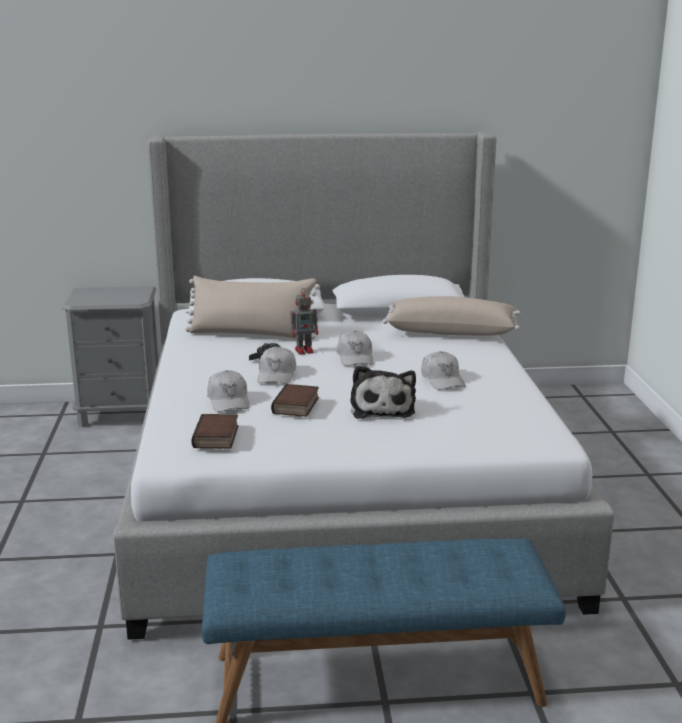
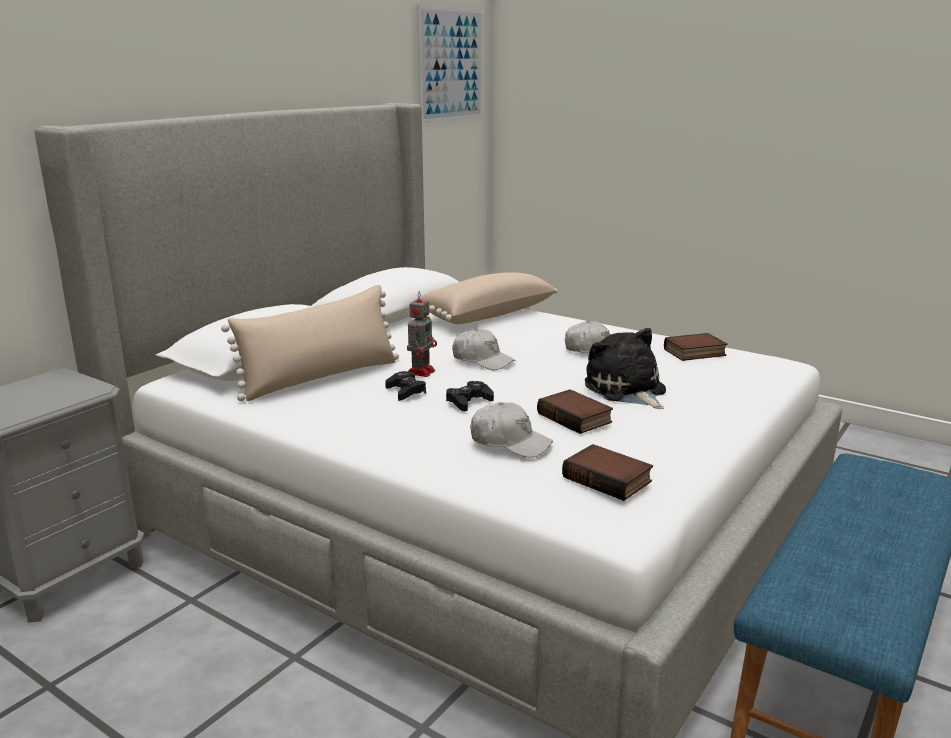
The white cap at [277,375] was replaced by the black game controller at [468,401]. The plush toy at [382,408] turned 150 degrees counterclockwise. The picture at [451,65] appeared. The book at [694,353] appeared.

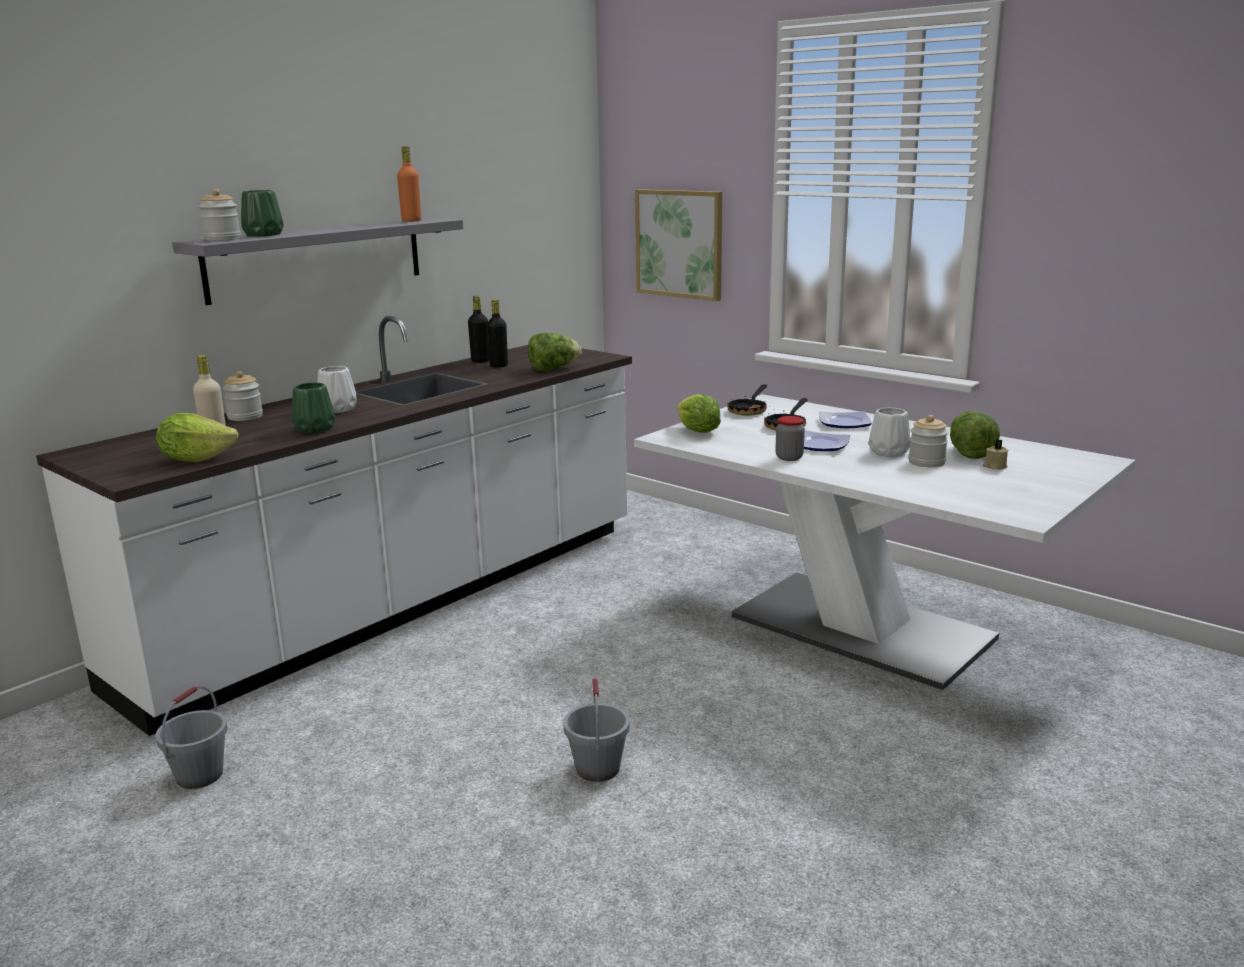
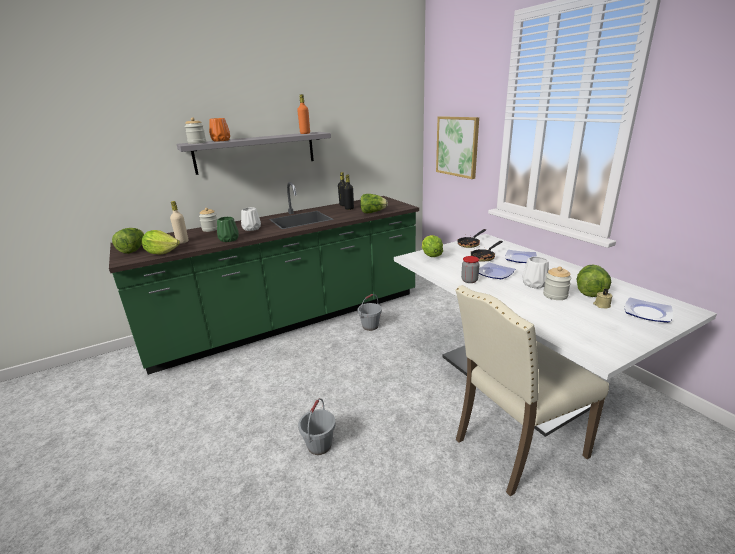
The white counter at [401,603] became the green counter at [291,320]. The grey bucket moved from [199,775] to [370,326]. The green vase at [264,235] became the orange vase at [221,140]. The lettuce at [133,250] appeared. The beige chair at [515,446] appeared. The plate at [646,312] appeared.

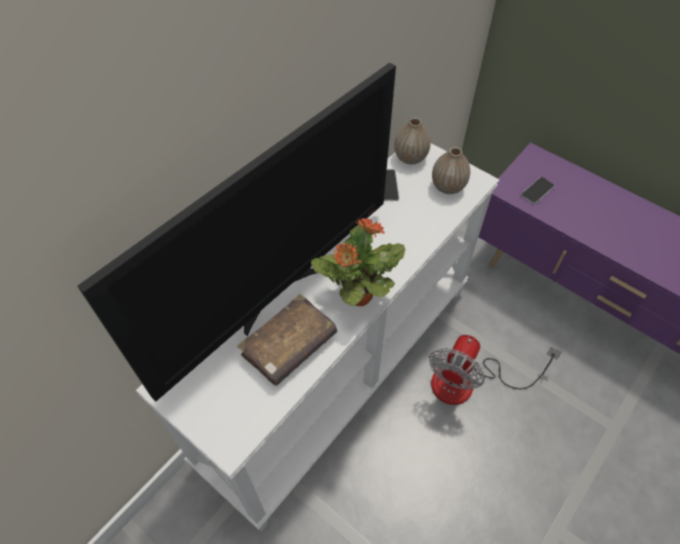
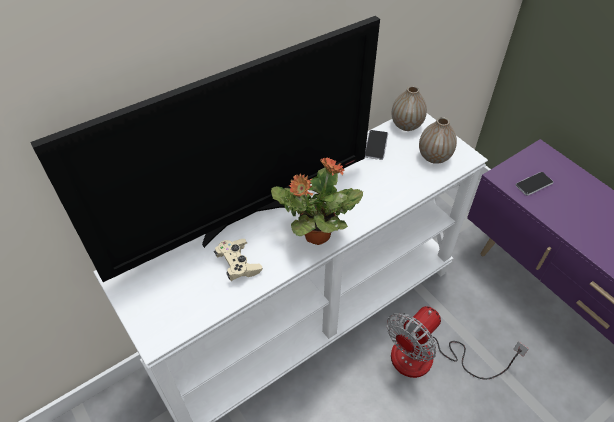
The brown book at [289,345] was replaced by the beige game controller at [238,264].

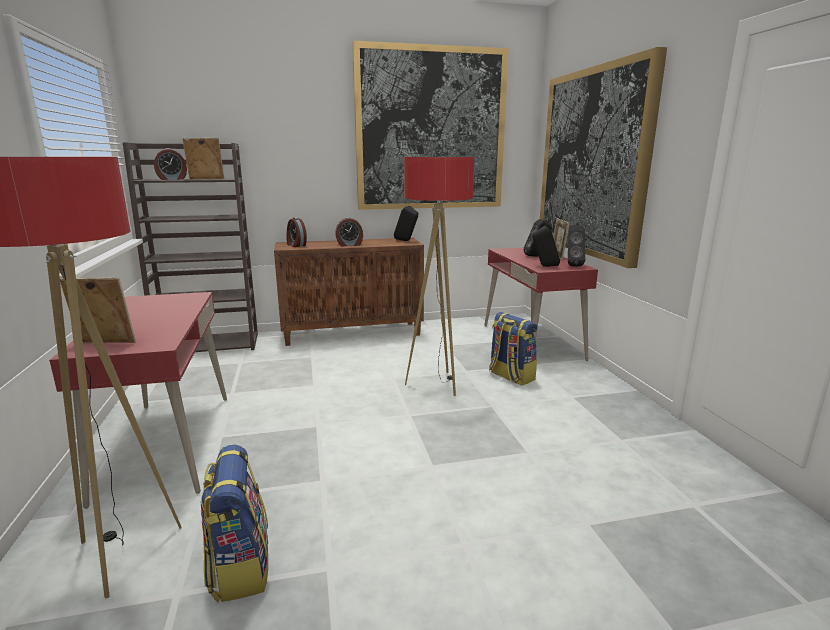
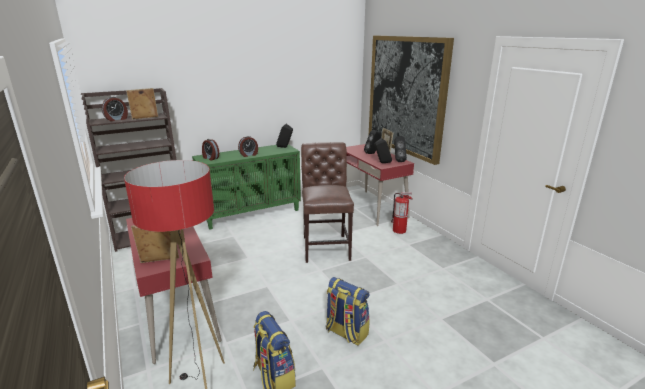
The brown cabinet at [353,333] became the green cabinet at [252,213]. The picture at [430,130] disappeared. The floor lamp at [436,384] was replaced by the brown chair at [326,246]. The backpack moved from [510,376] to [346,332]. The fire extinguisher at [399,230] appeared.

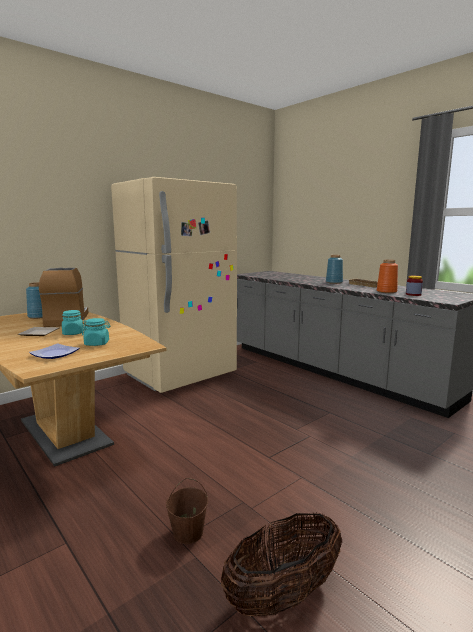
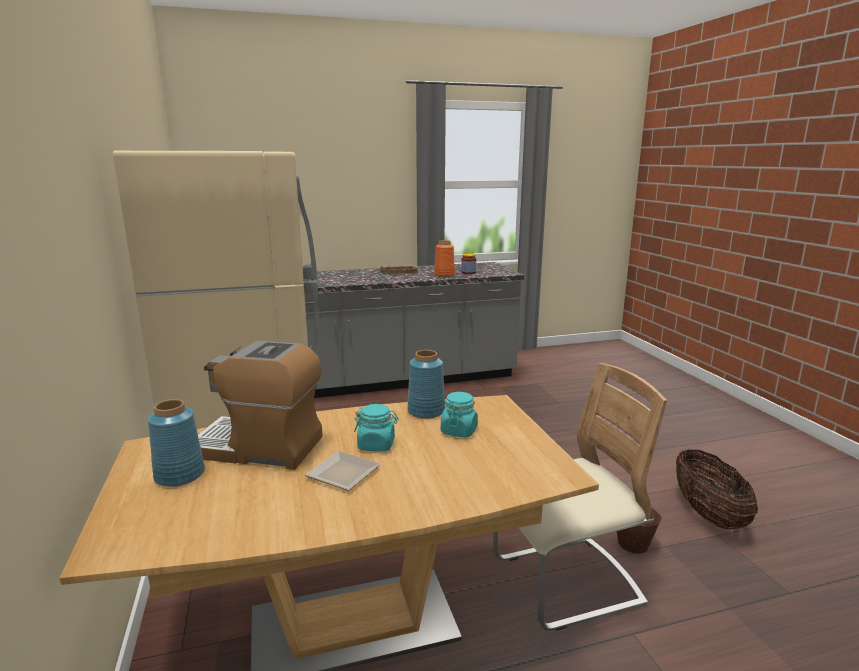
The plate at [56,354] disappeared. The blue vase moved from [334,282] to [426,411]. The beige chair at [566,582] appeared.

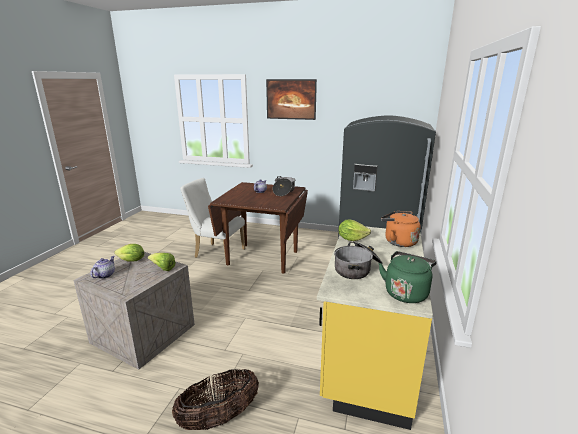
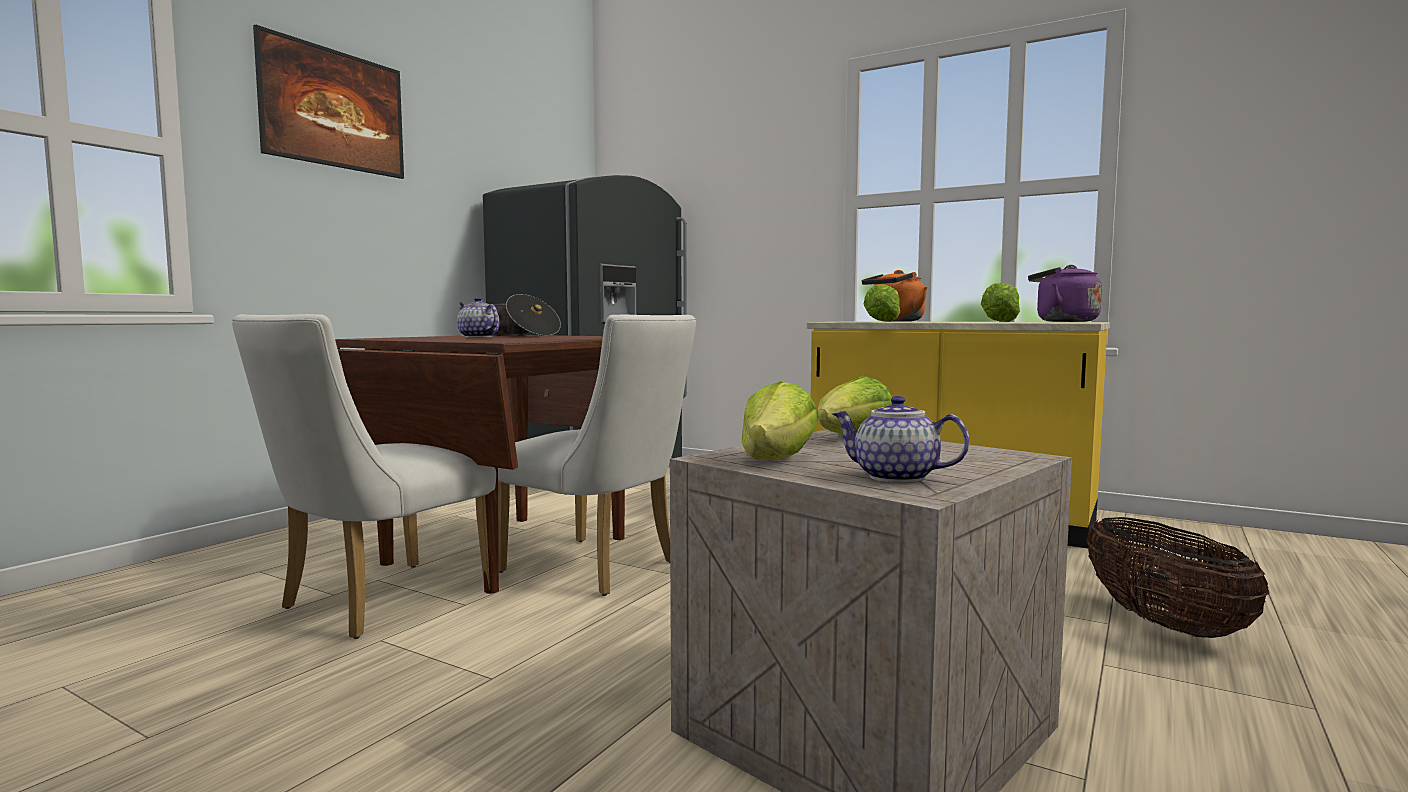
The cooking pot at [357,269] was replaced by the lettuce at [999,322]. The green kettle at [406,292] became the purple kettle at [1062,321]. The white chair at [600,569] appeared.

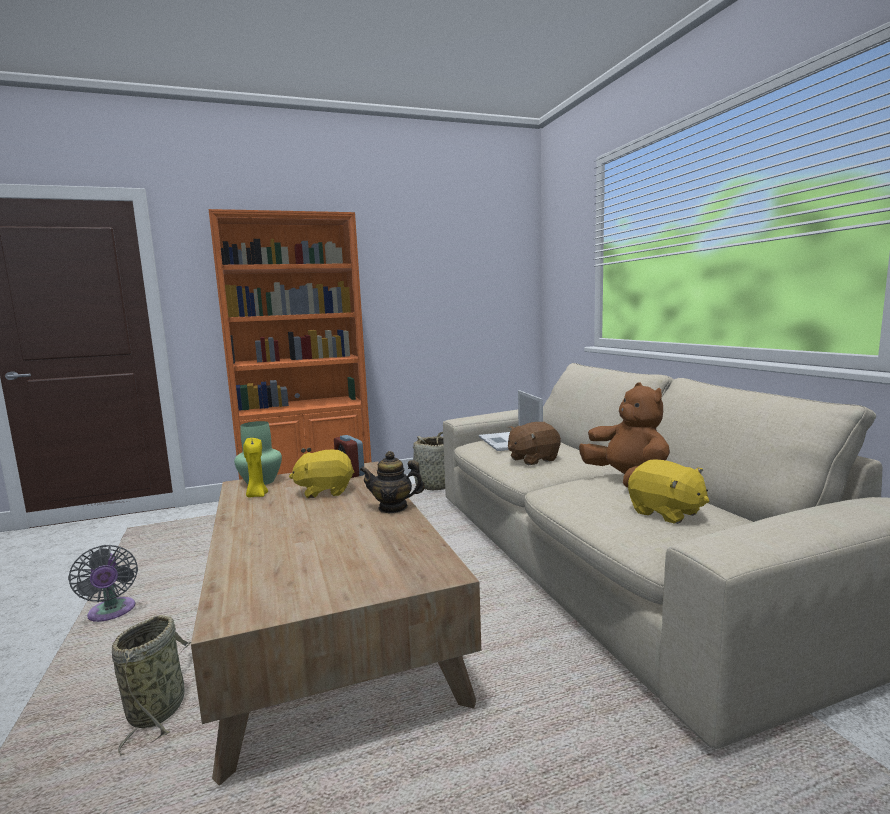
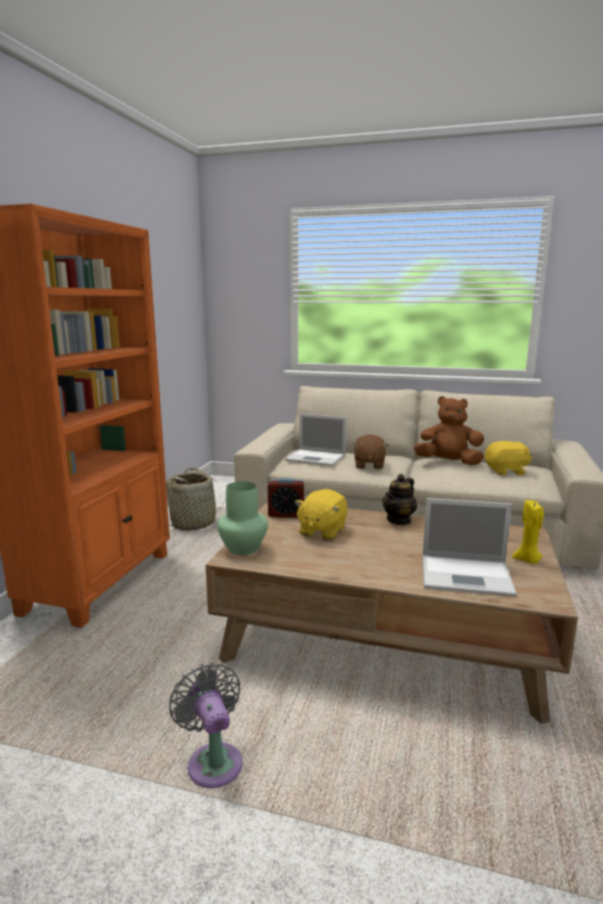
The grey fan at [111,613] turned 120 degrees counterclockwise. The basket at [159,708] disappeared. The yellow candle moved from [257,495] to [528,560]. The laptop at [468,575] appeared.

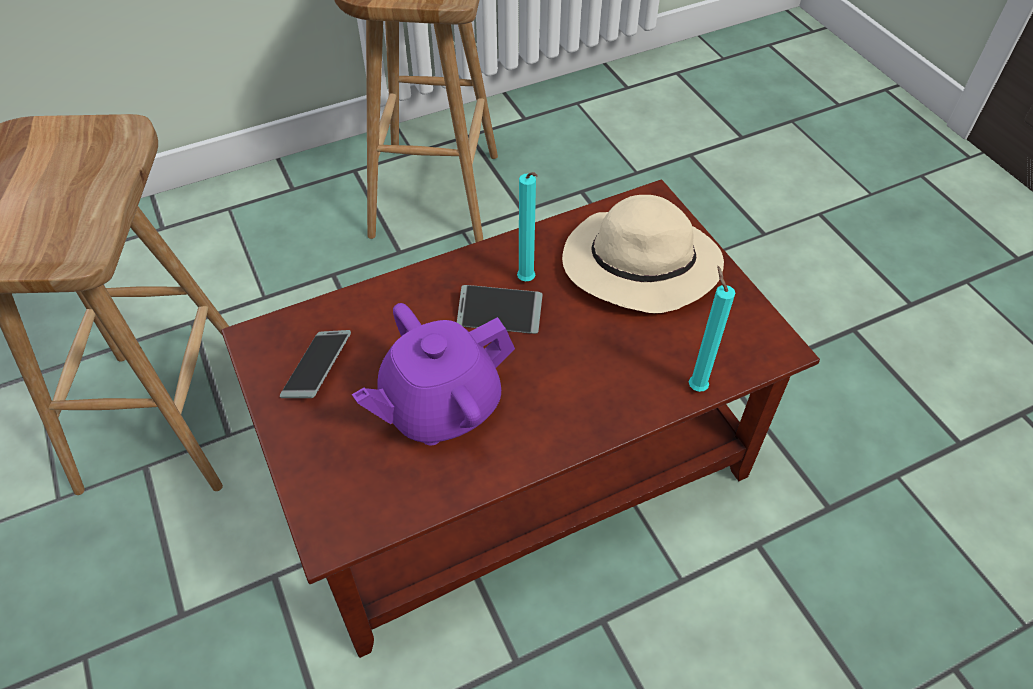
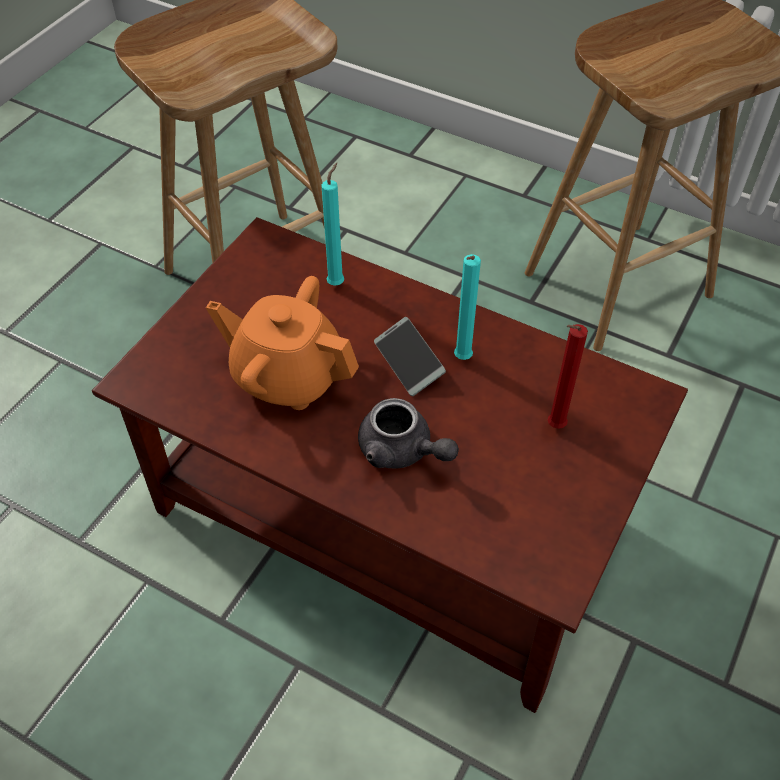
The phone at [317,369] disappeared. The purple teapot at [440,406] became the orange teapot at [288,376]. The beige hat at [637,267] was replaced by the red candle at [553,426]. The turquoise candle moved from [695,385] to [337,282]. The grey teapot at [402,451] appeared.

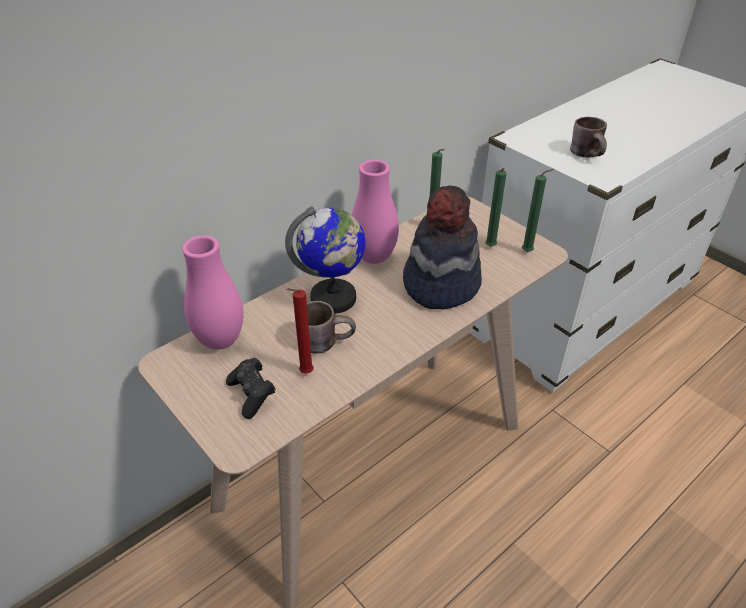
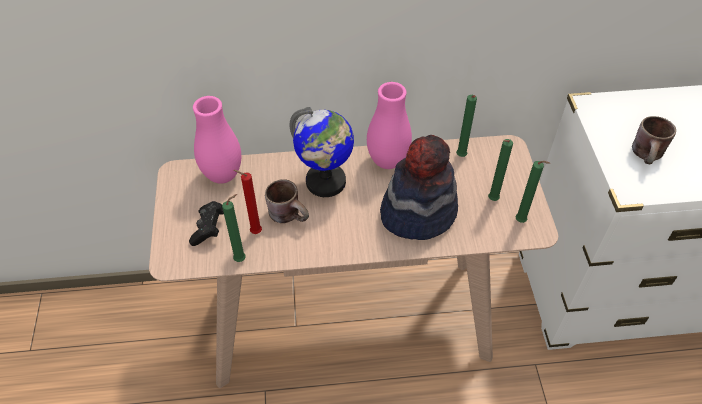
The green candle at [242,259] appeared.

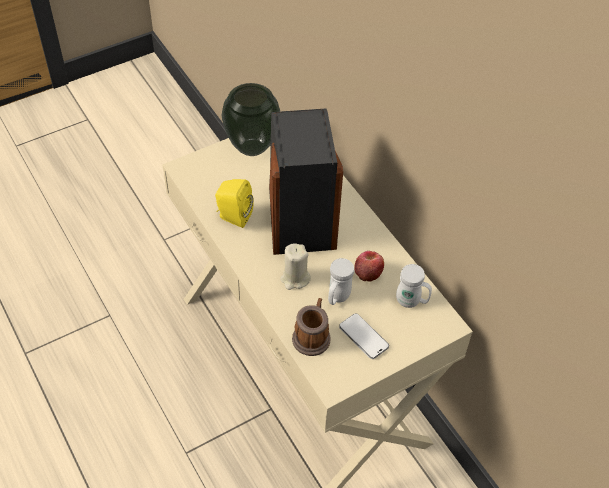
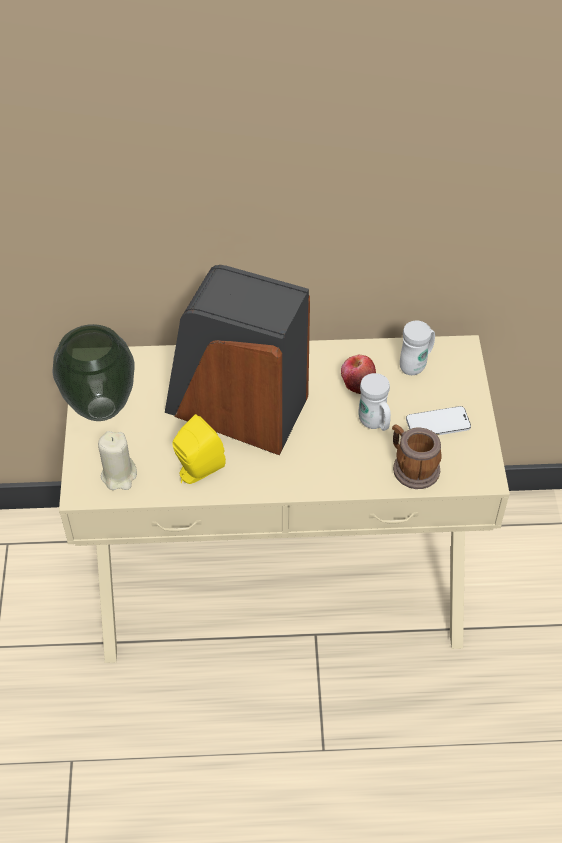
The beige candle moved from [295,278] to [119,475].

